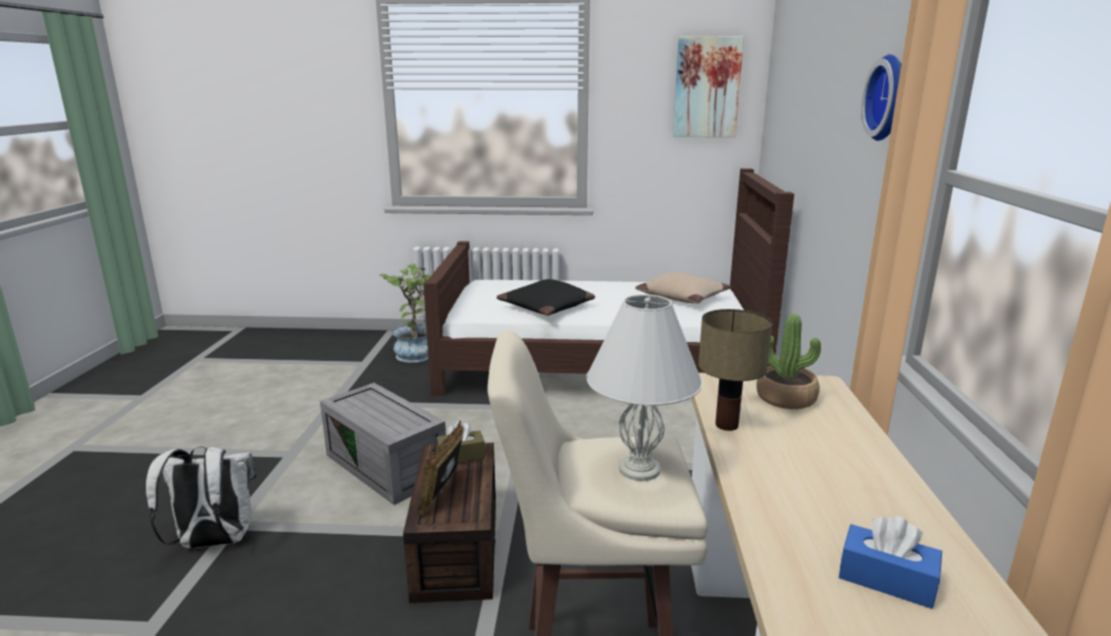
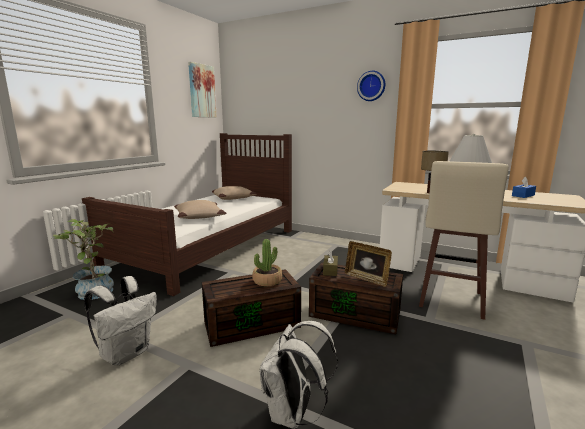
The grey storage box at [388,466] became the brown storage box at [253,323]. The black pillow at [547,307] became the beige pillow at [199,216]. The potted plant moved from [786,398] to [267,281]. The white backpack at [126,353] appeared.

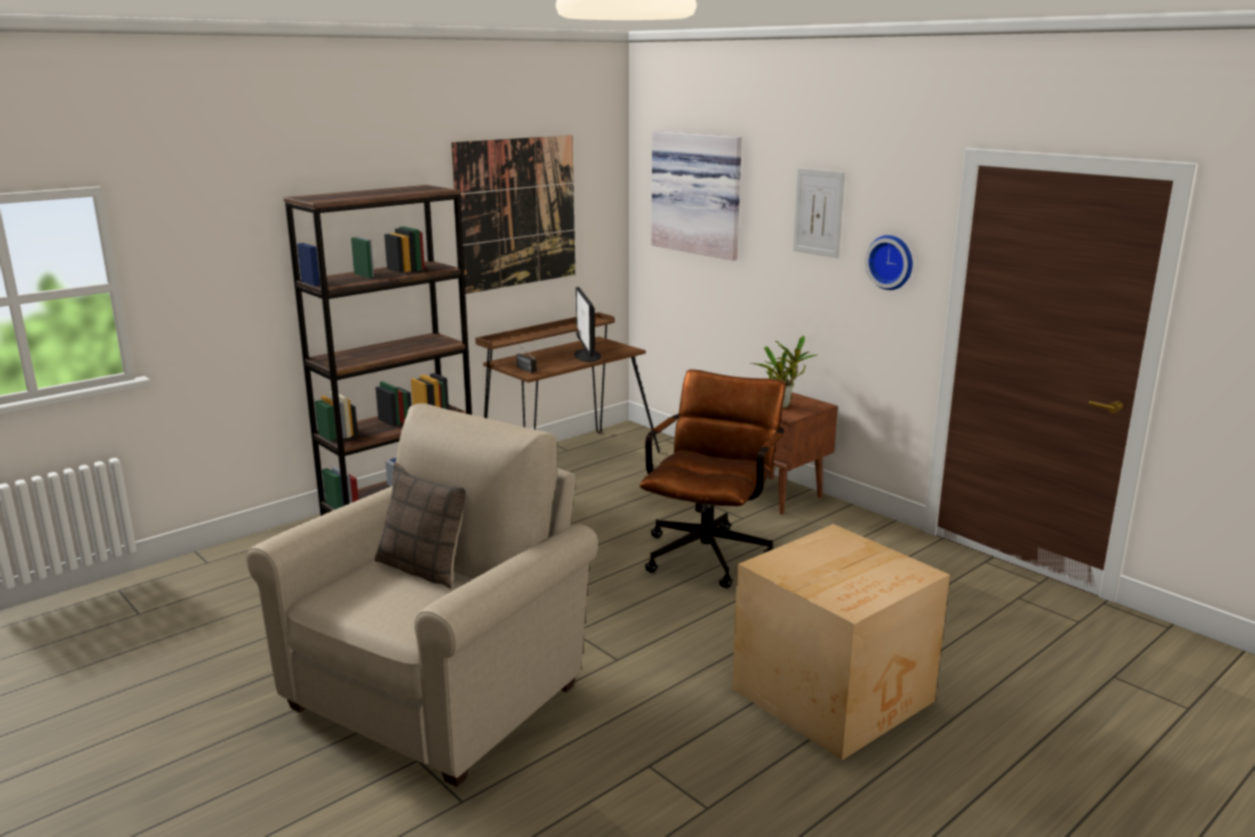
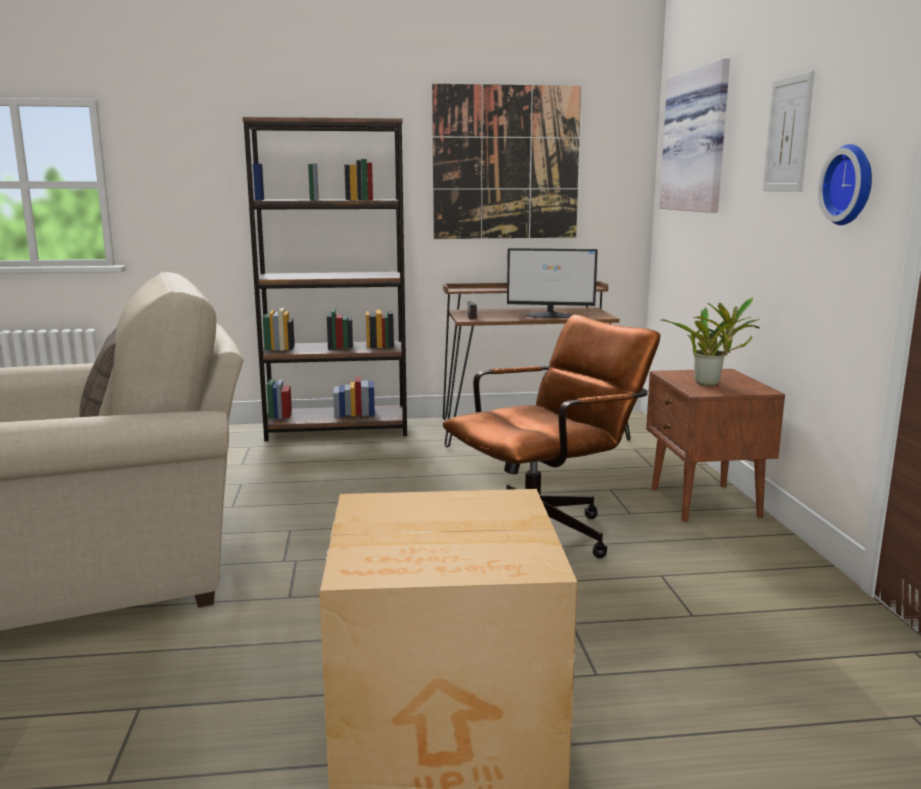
The monitor at [587,355] turned 105 degrees counterclockwise.

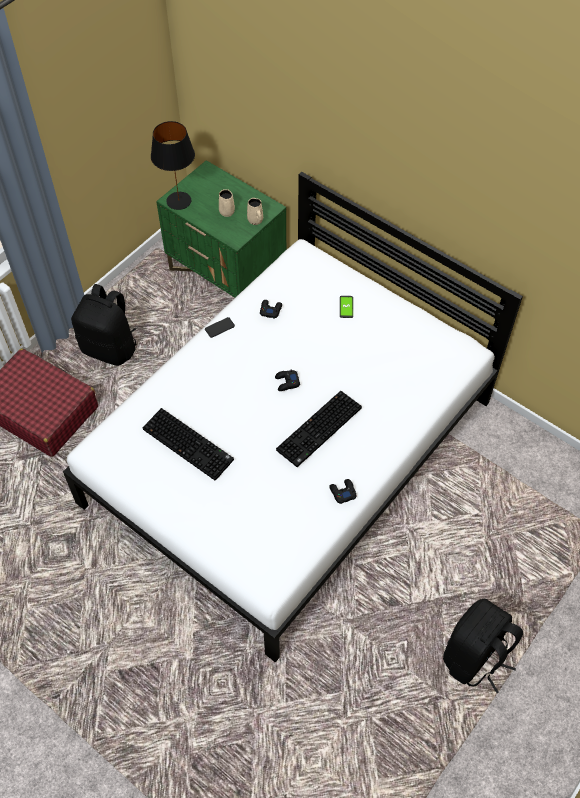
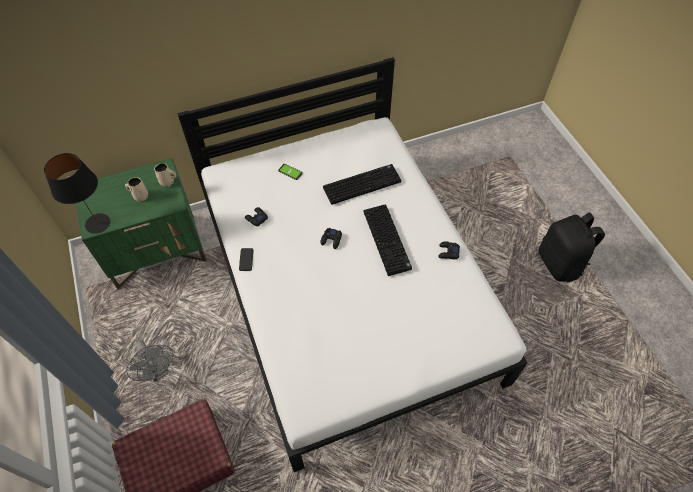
The black backpack at [110,348] was replaced by the grey fan at [158,372]. The keyboard moved from [189,444] to [362,183].

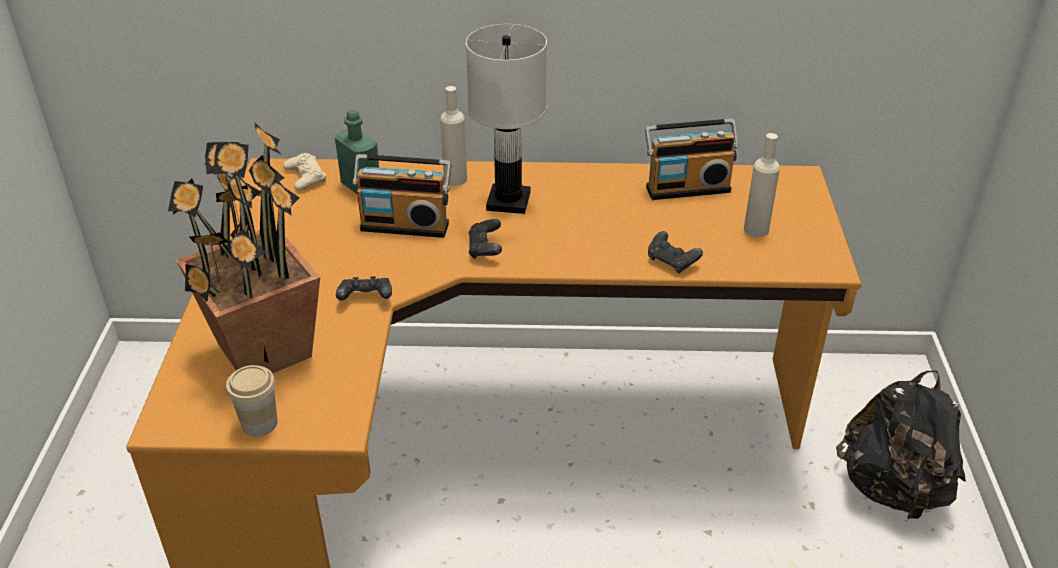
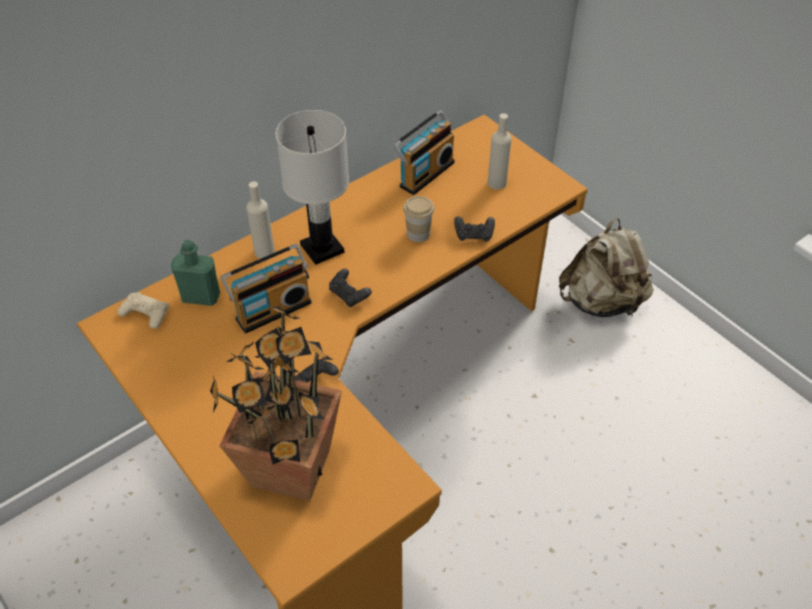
The cup moved from [259,423] to [418,234]. The black backpack at [893,488] became the beige backpack at [602,302].

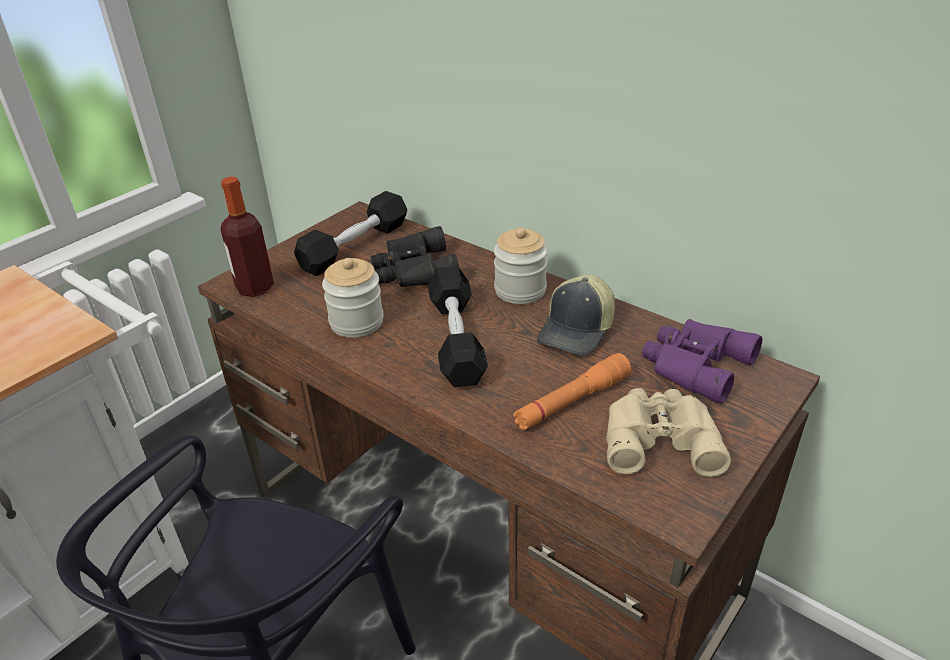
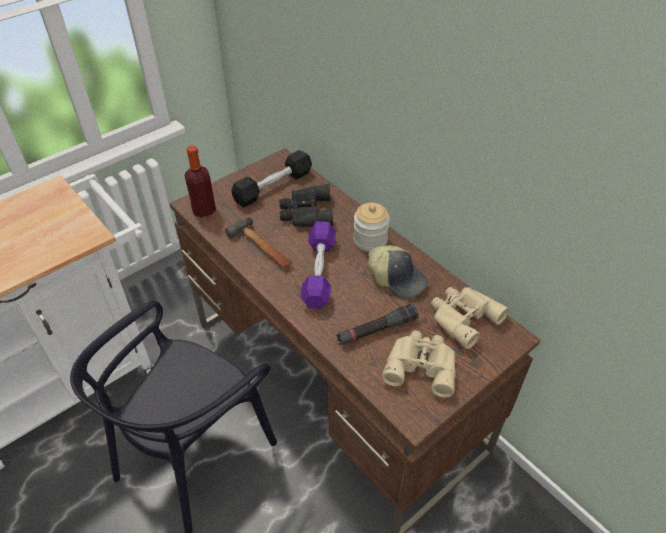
The jar at [356,322] was replaced by the hammer at [261,248]. The black dumbbell at [456,339] became the purple dumbbell at [319,272]. The orange flashlight at [572,401] became the black flashlight at [376,330]. The cap at [577,330] turned 90 degrees counterclockwise. The purple binoculars at [694,365] became the beige binoculars at [462,317].

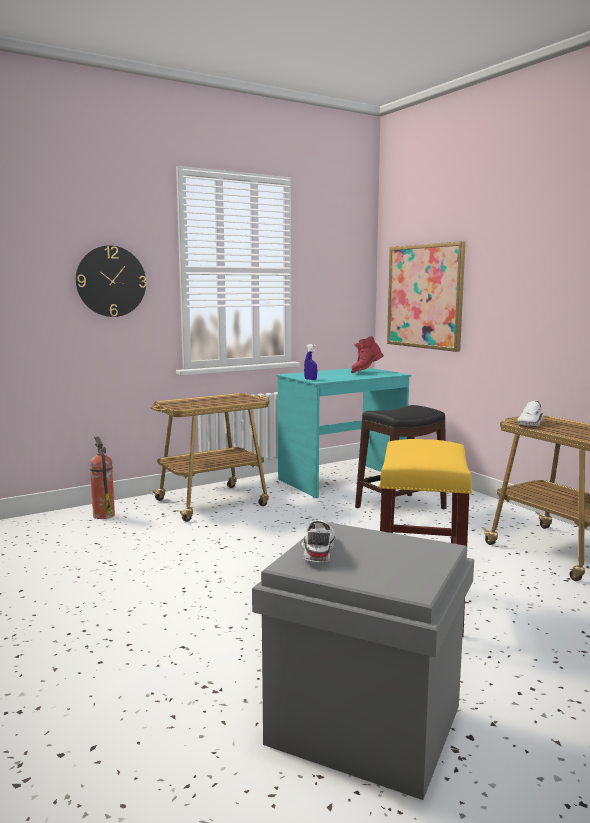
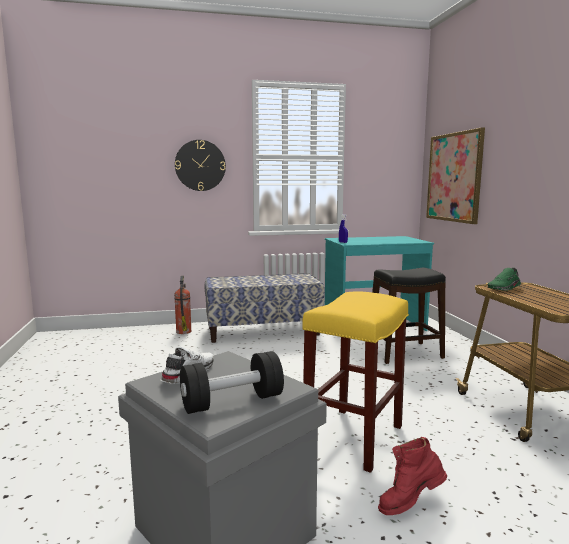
The cart at [213,502] was replaced by the bench at [263,331]. The red boot moved from [366,372] to [410,503]. The white shoe at [531,423] became the green shoe at [505,288]. The black dumbbell at [232,402] appeared.

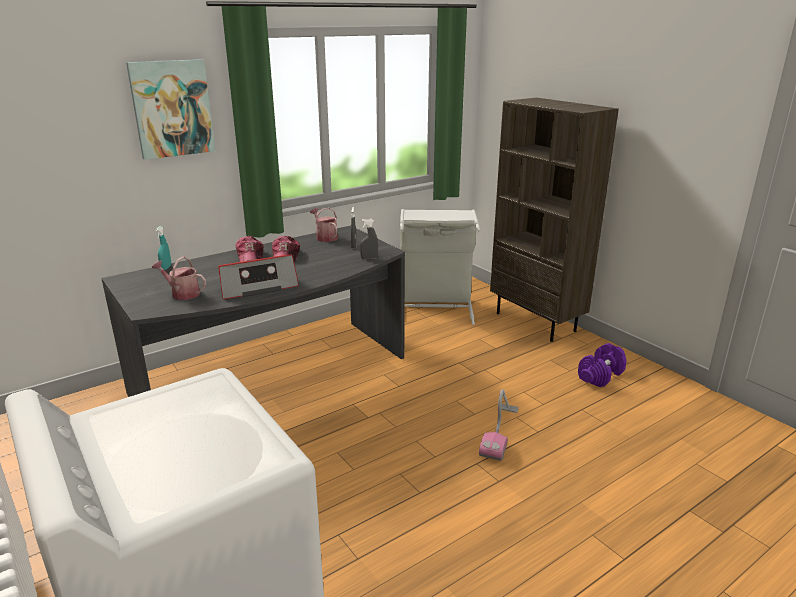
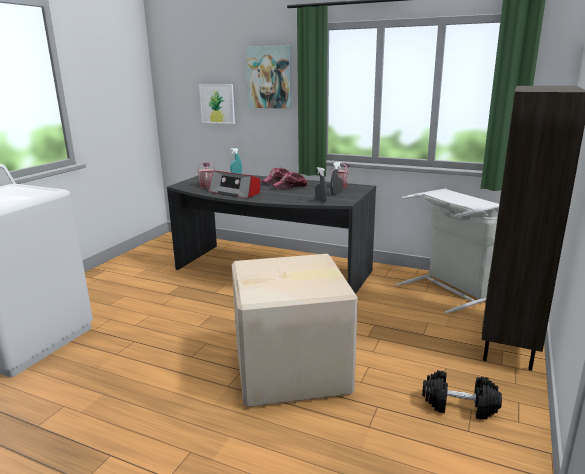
The vacuum cleaner at [500,432] was replaced by the cardboard box at [293,370]. The purple dumbbell at [600,375] became the black dumbbell at [459,406]. The picture at [217,103] appeared.

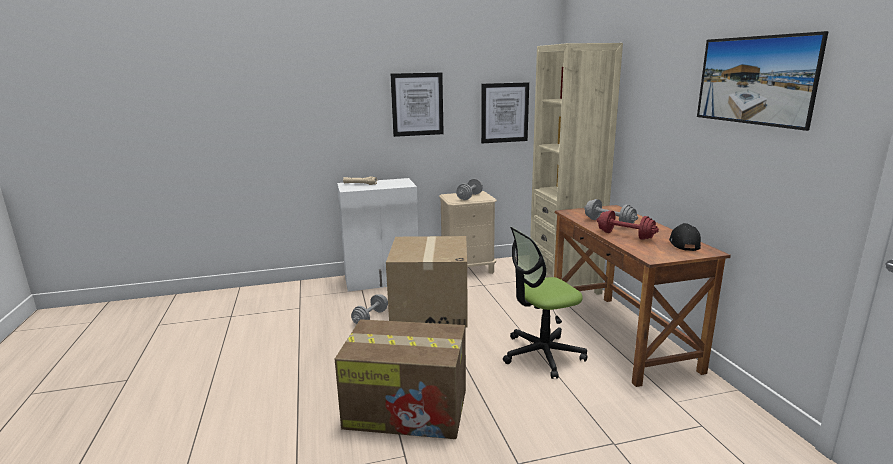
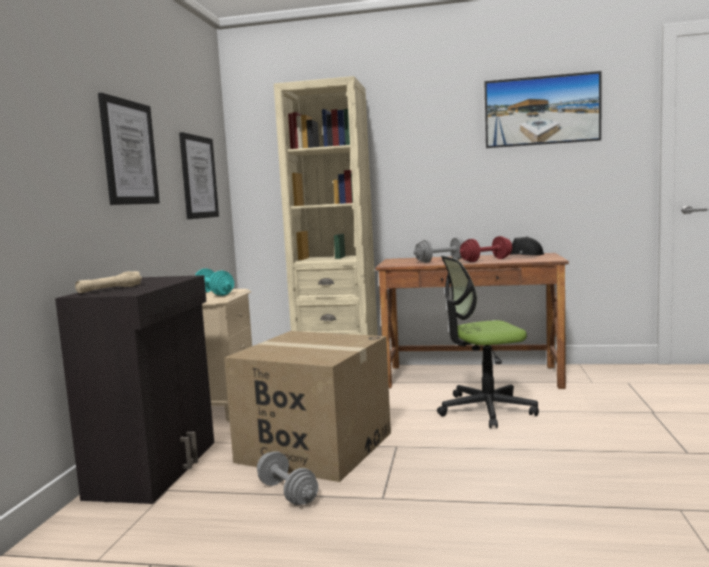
The cardboard box at [408,408] disappeared. The white cabinet at [382,280] became the black cabinet at [156,468]. The grey dumbbell at [469,197] became the turquoise dumbbell at [214,293]. The office chair at [542,354] turned 75 degrees clockwise.

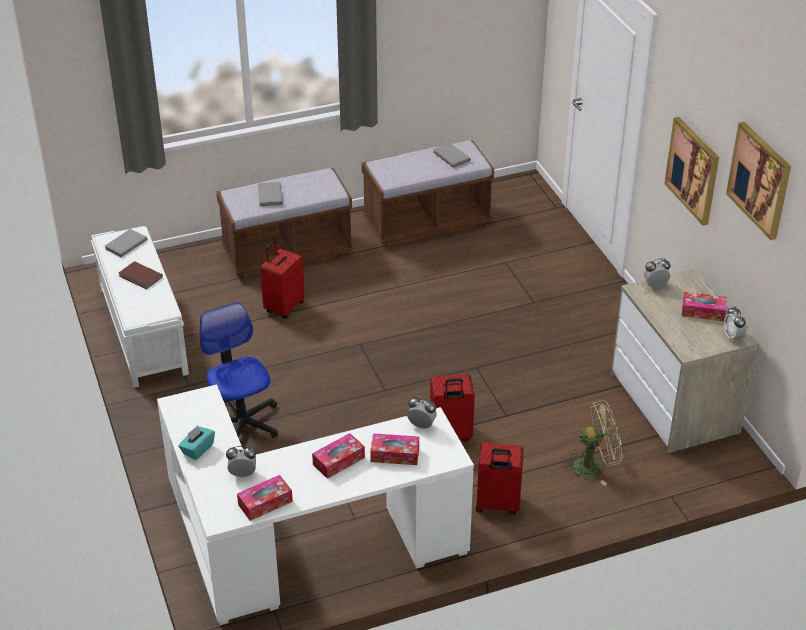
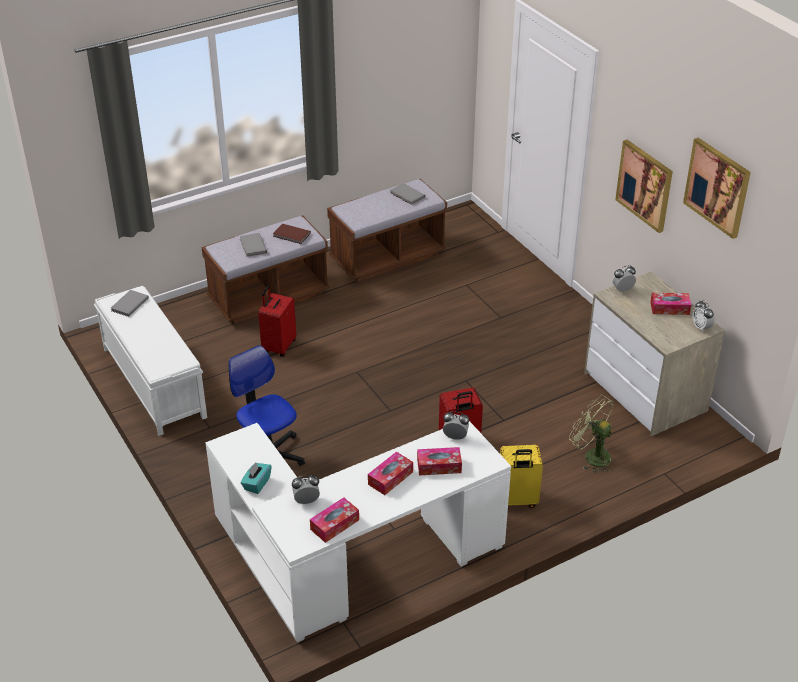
The brown book moved from [140,277] to [291,235]. The red suitcase at [497,505] became the yellow suitcase at [517,500]. The green fan at [594,466] turned 120 degrees counterclockwise.

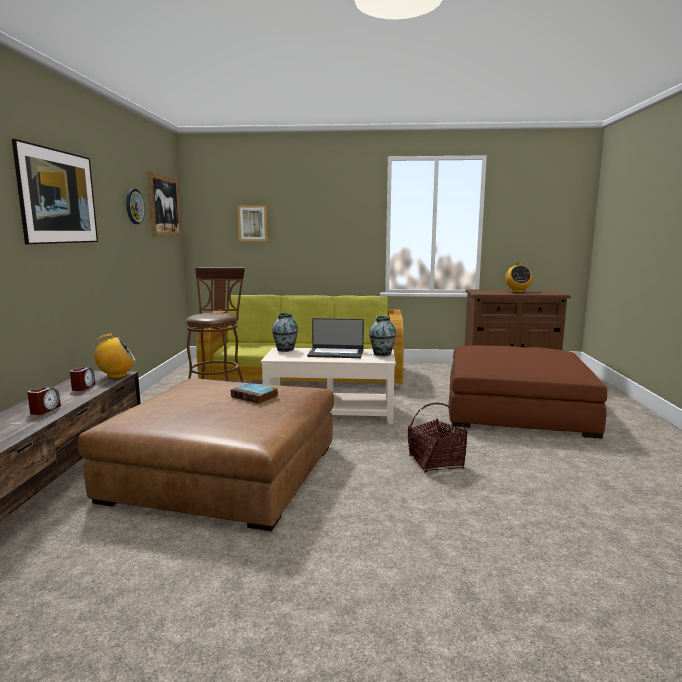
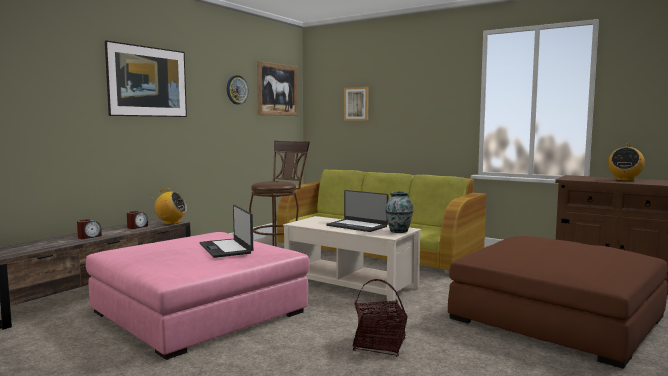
The brown ottoman at [224,472] became the pink ottoman at [199,312]. The book at [255,396] was replaced by the laptop at [226,248]. The vase at [285,350] disappeared.

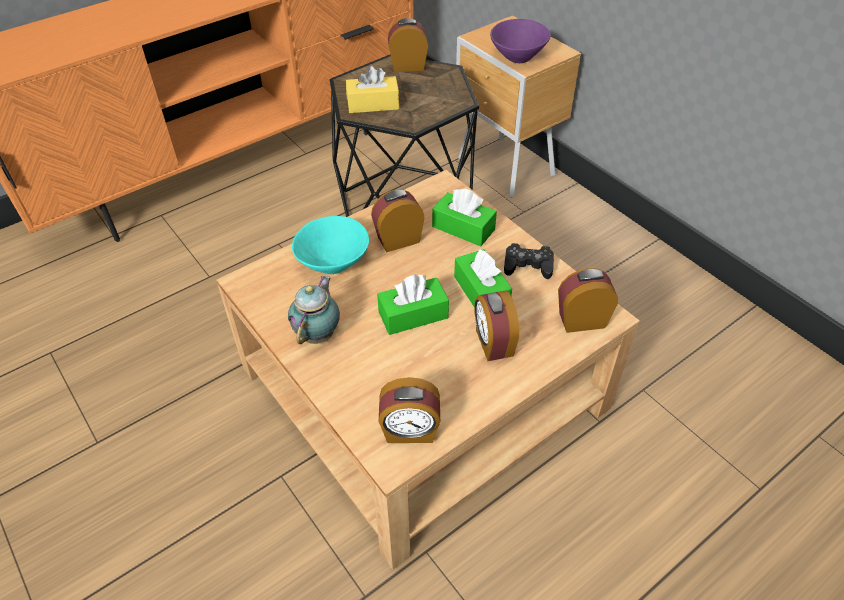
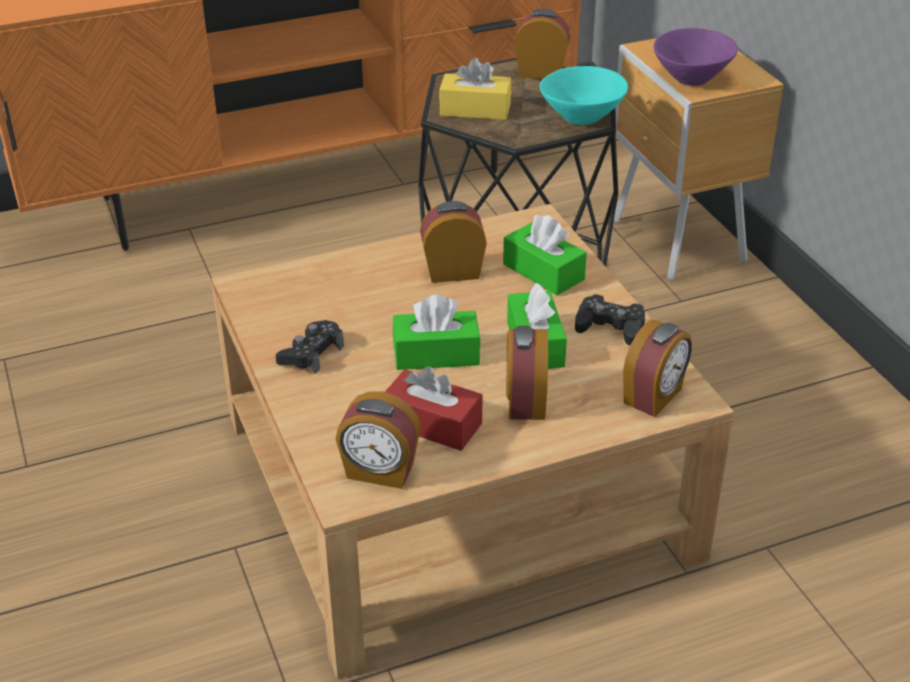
The teapot at [319,333] was replaced by the black game controller at [311,353]. The turquoise bowl moved from [332,263] to [580,117]. The alarm clock at [581,319] turned 120 degrees clockwise. The red tissue box at [432,424] appeared.

